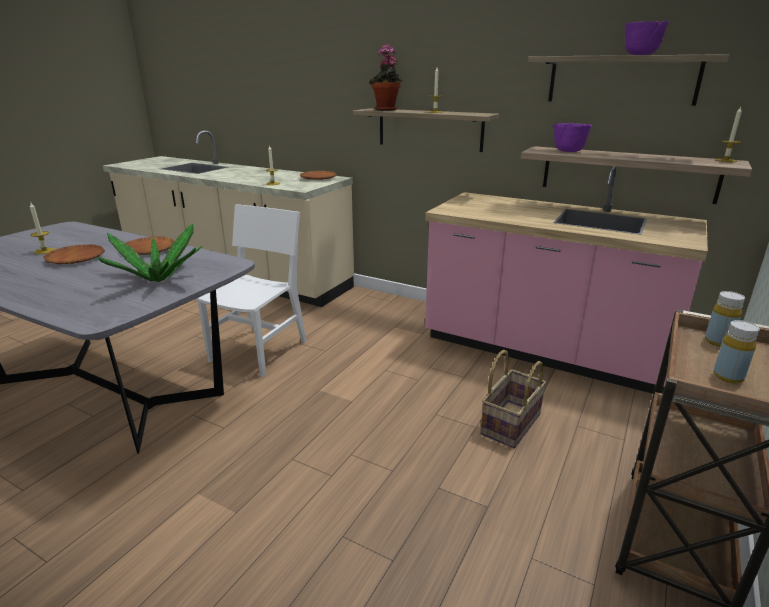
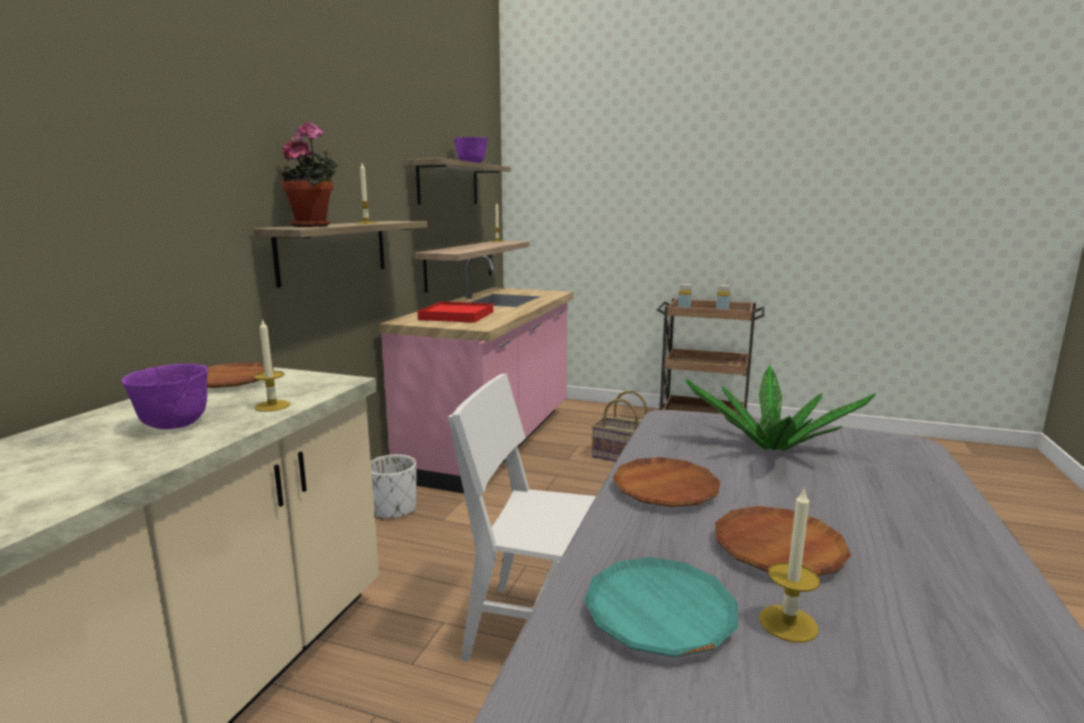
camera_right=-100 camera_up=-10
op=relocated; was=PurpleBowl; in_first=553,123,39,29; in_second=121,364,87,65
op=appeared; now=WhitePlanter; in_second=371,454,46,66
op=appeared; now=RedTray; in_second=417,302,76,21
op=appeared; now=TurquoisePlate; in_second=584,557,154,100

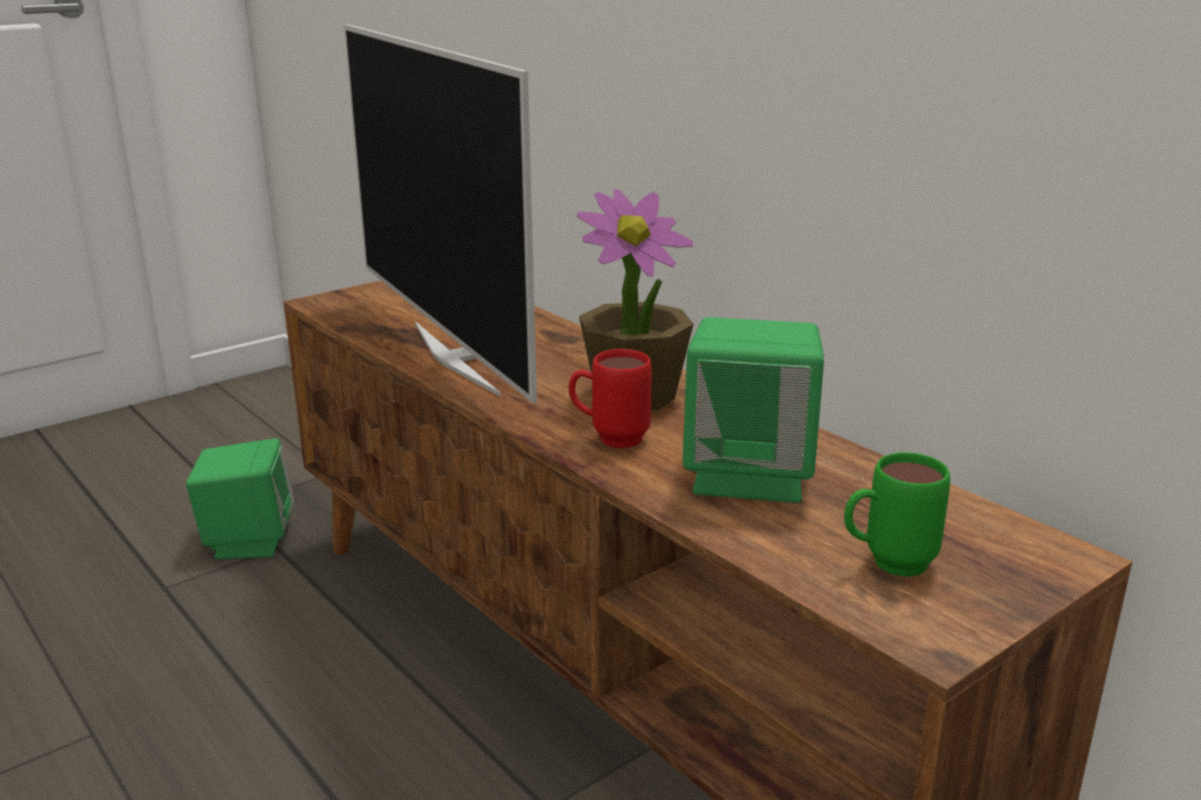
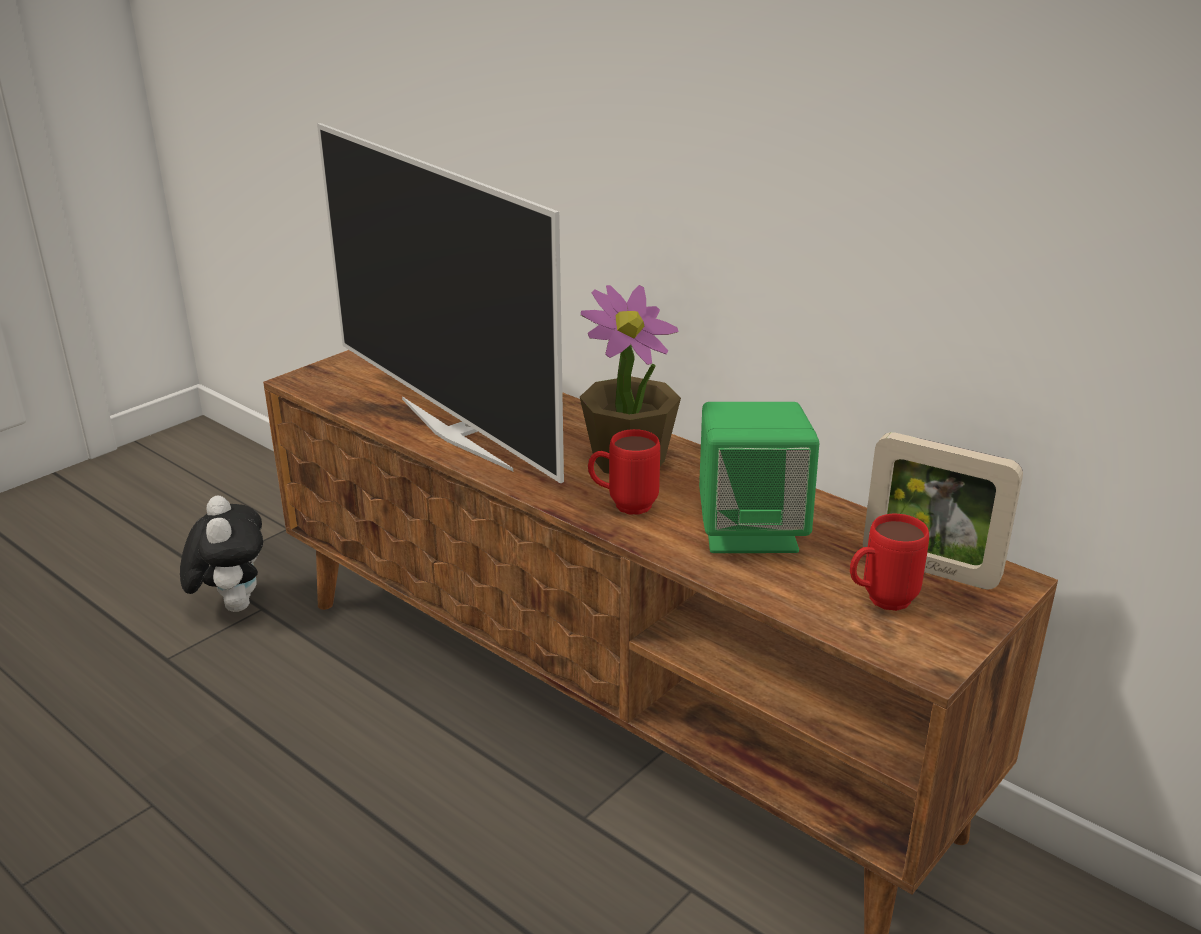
camera_right=-10 camera_up=5
op=exchanged; was=GreenSpeaker; now=PlushToy; in_first=186,439,108,120; in_second=180,496,83,116
op=colour; was=GreenMug; now=RedMug; in_first=844,452,106,125; in_second=850,514,79,97
op=appeared; now=PictureFrame; in_second=863,432,160,158

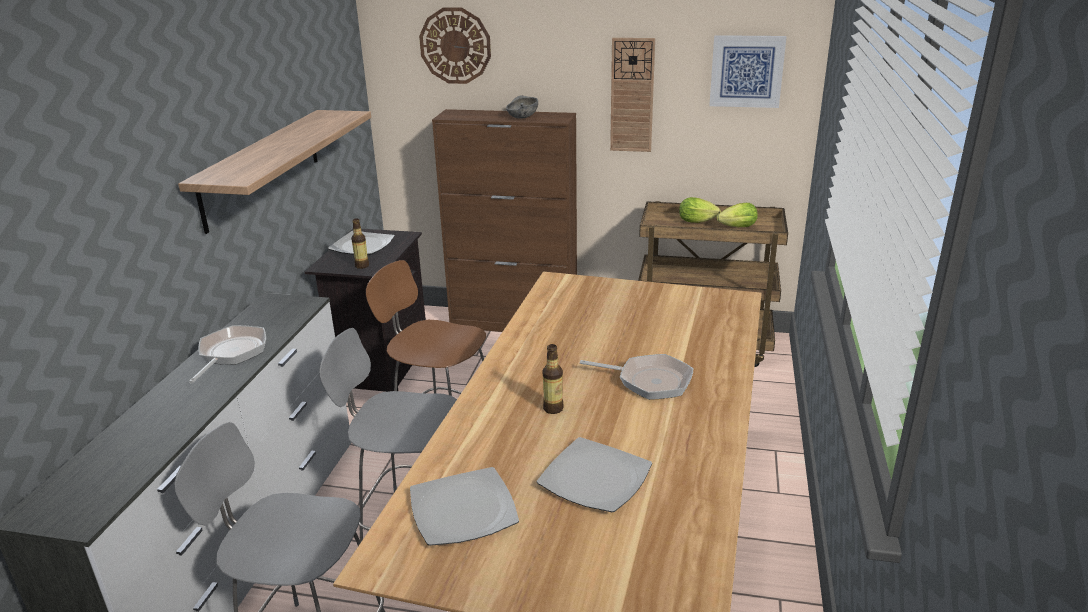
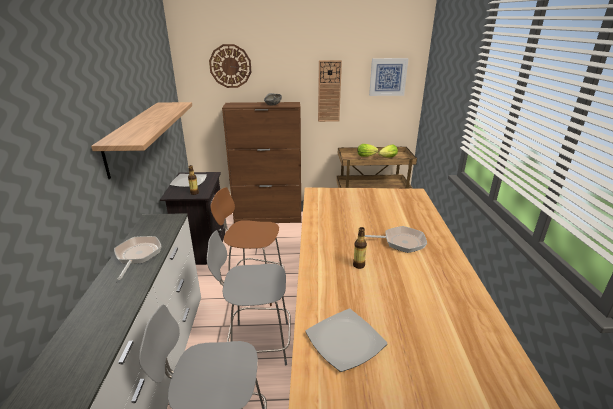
camera_right=-15 camera_up=0
op=missing; was=Plate; in_first=537,437,115,75

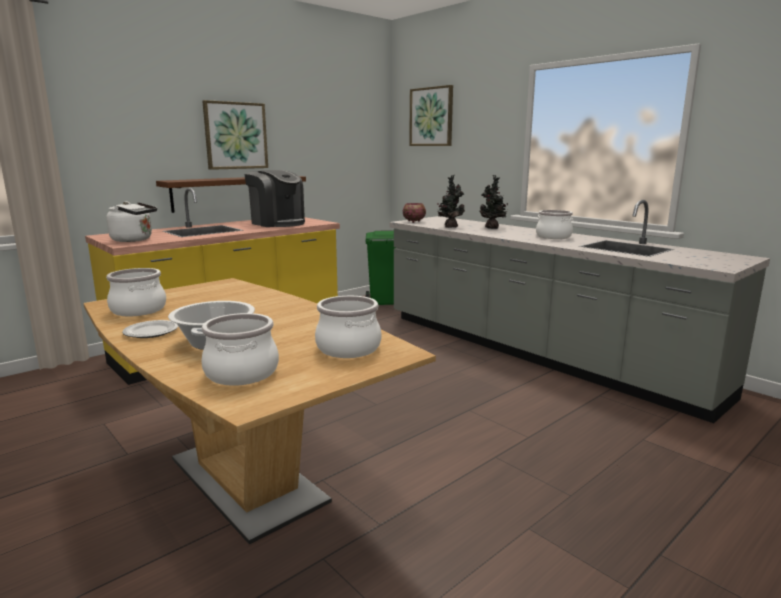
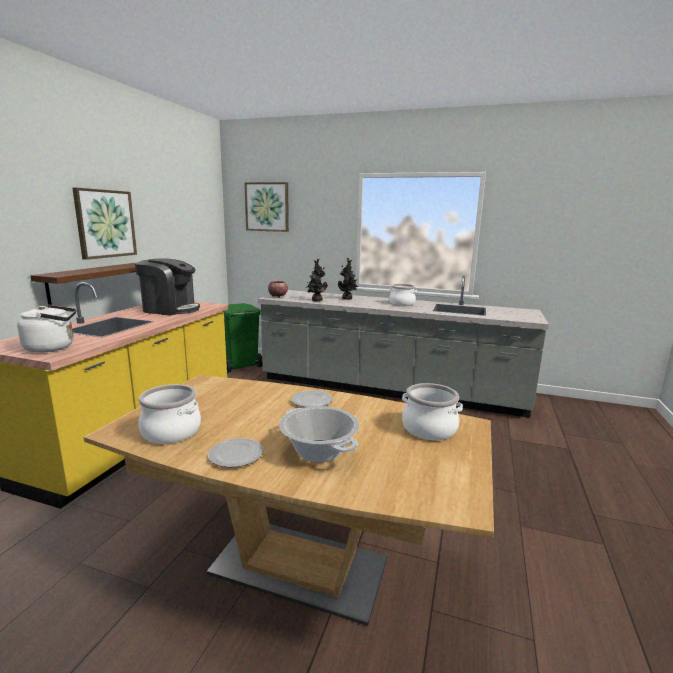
camera_right=-30 camera_up=0
op=appeared; now=Plate; in_second=291,390,42,17
op=missing; was=CookingPot; in_first=201,313,78,73

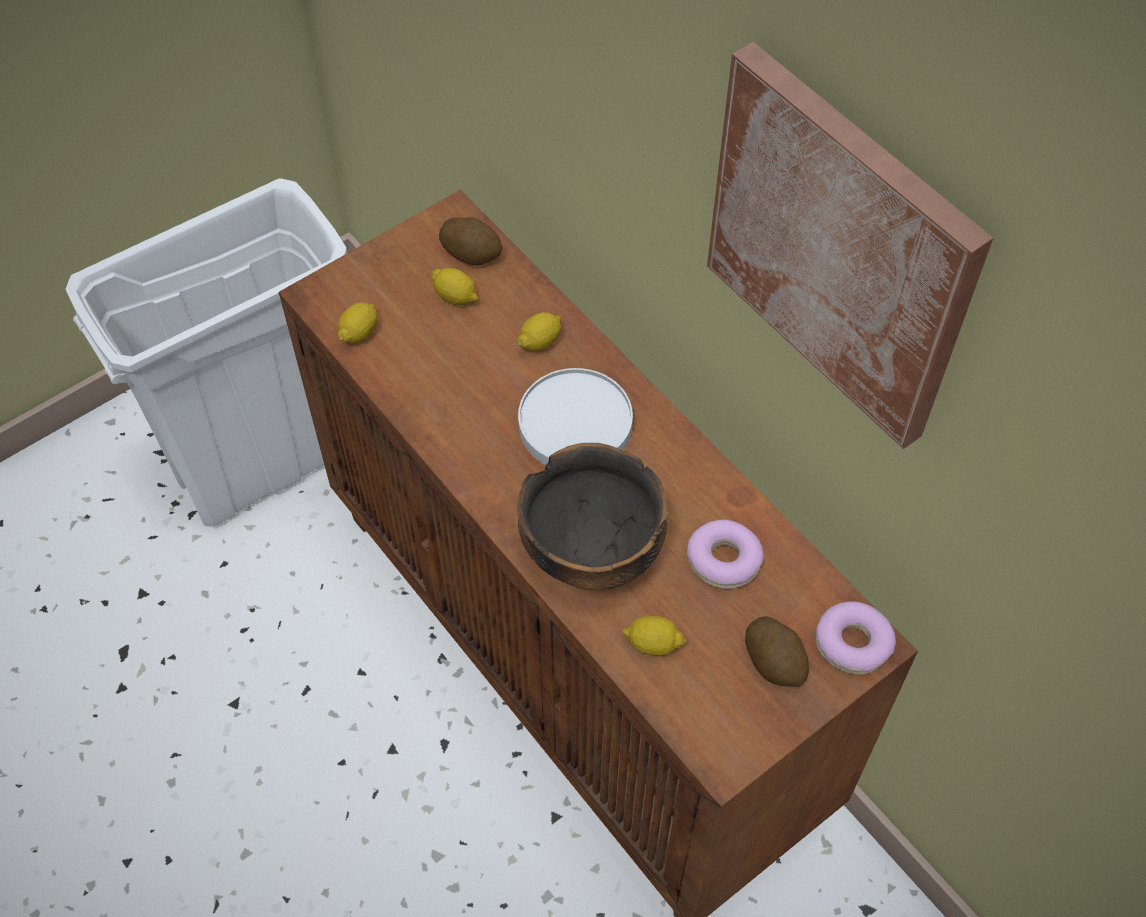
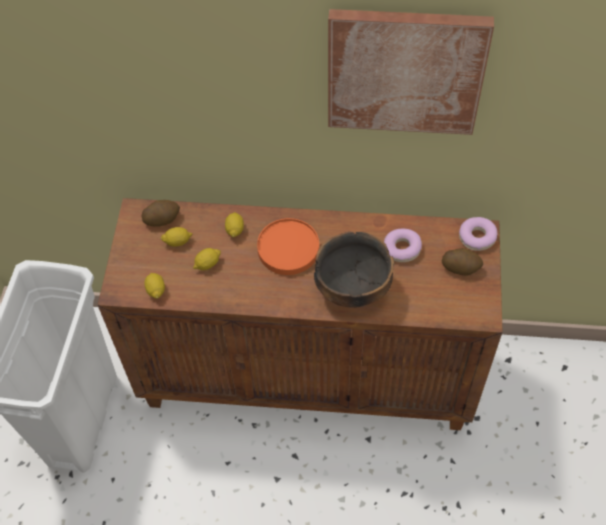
camera_right=-45 camera_up=0
op=relocated; was=Lemon; in_first=621,616,66,40; in_second=193,248,28,22
op=colour; was=WhitePlate; now=OrangePlate; in_first=518,368,115,97; in_second=257,218,62,57

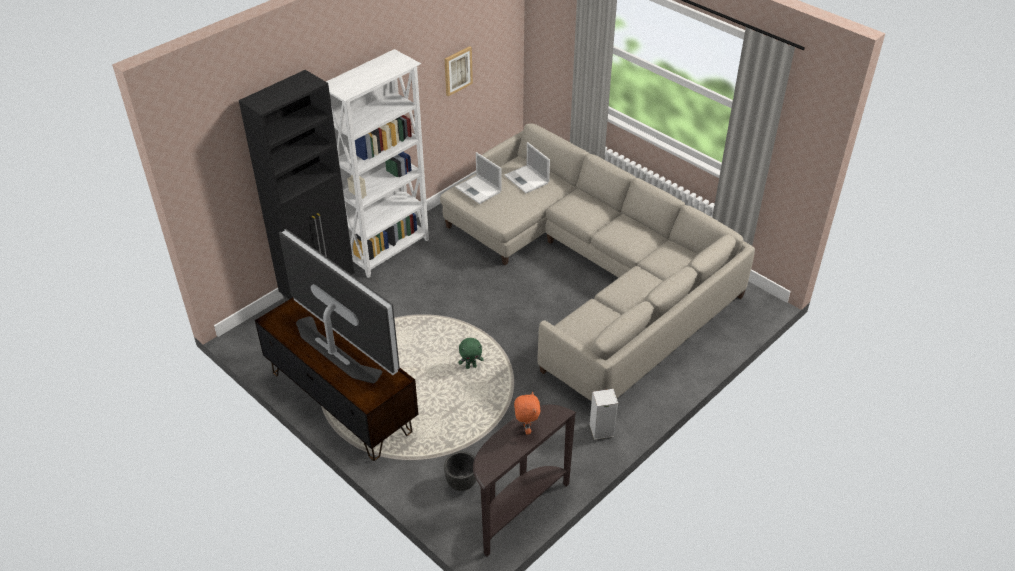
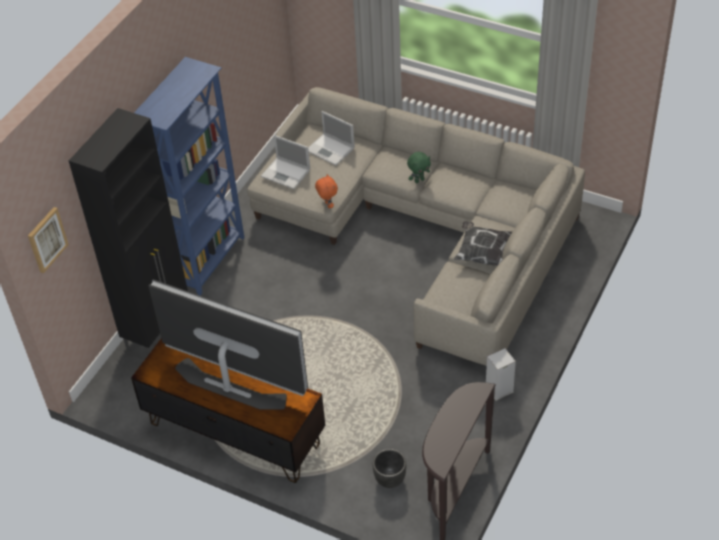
camera_right=-15 camera_up=5
op=relocated; was=Picture; in_first=445,46,28,50; in_second=28,207,41,66
op=colour; was=WhiteBookcase; now=BlueBookcase; in_first=326,49,103,229; in_second=134,57,111,239
op=relocated; was=OrangePlushToy; in_first=514,391,27,43; in_second=315,174,23,34
op=relocated; was=GreenPlushToy; in_first=458,338,26,31; in_second=407,152,24,31
op=appeared; now=Pillow; in_second=454,221,58,45

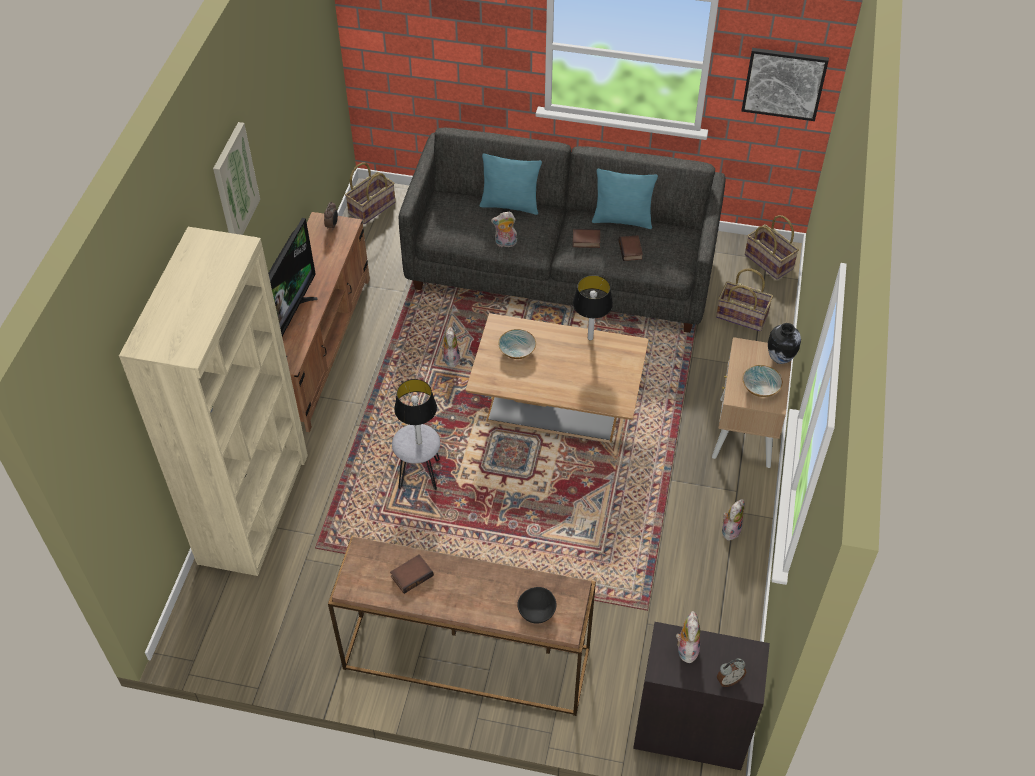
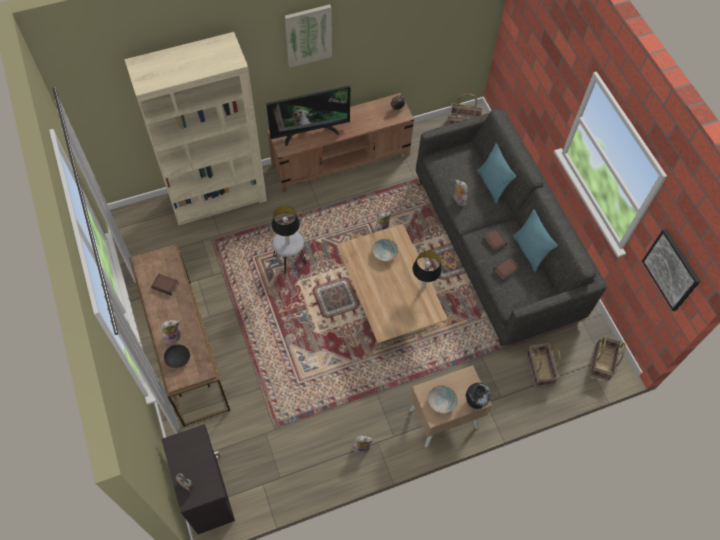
camera_right=55 camera_up=10
op=relocated; was=PlushToy; in_first=676,611,24,52; in_second=160,320,21,24

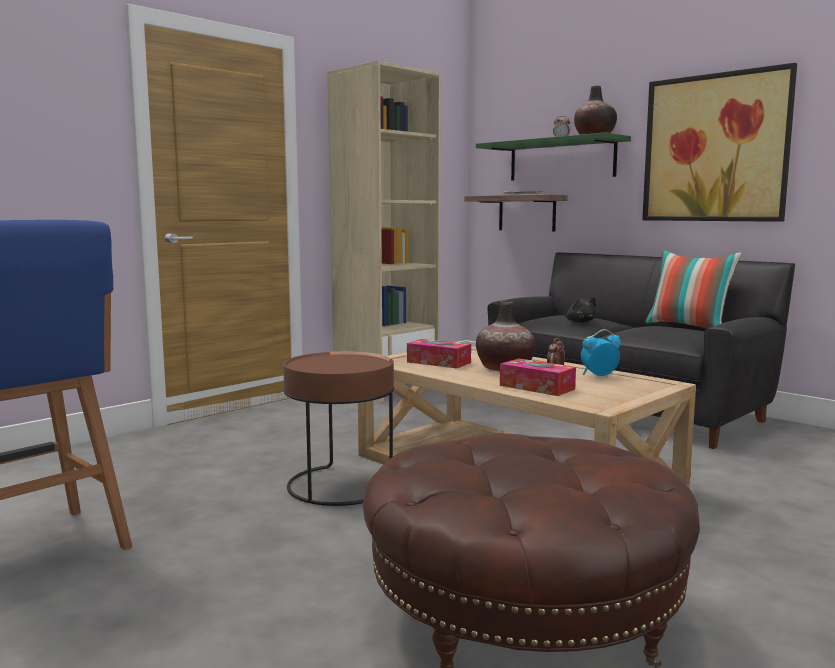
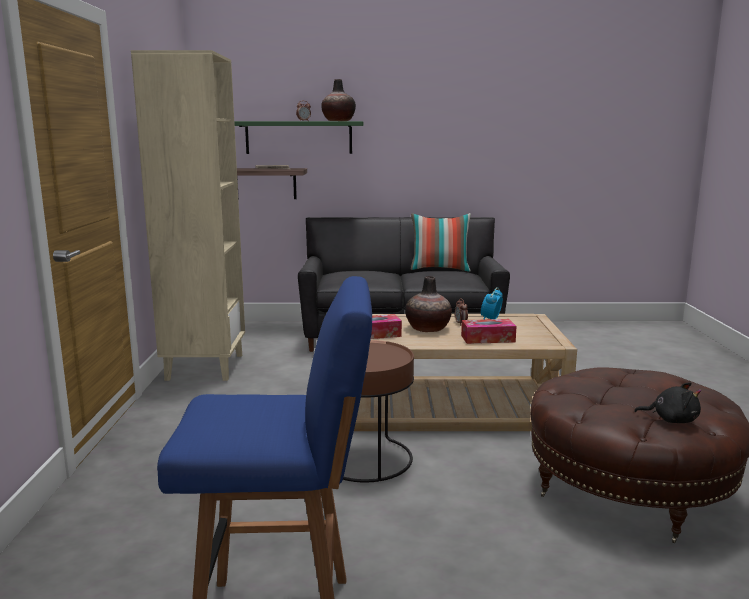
camera_right=-45 camera_up=5
op=relocated; was=BlackPlushToy; in_first=565,297,32,26; in_second=634,382,67,41
op=missing; was=Picture; in_first=642,63,155,159

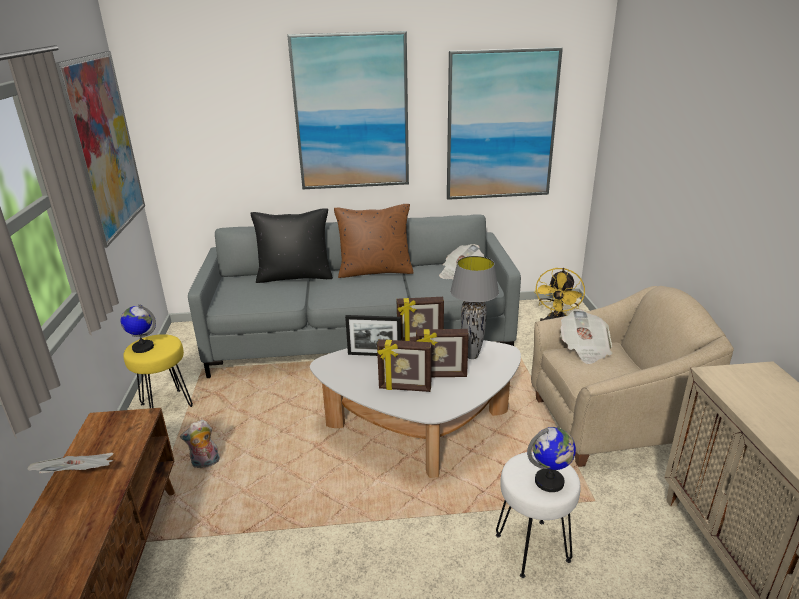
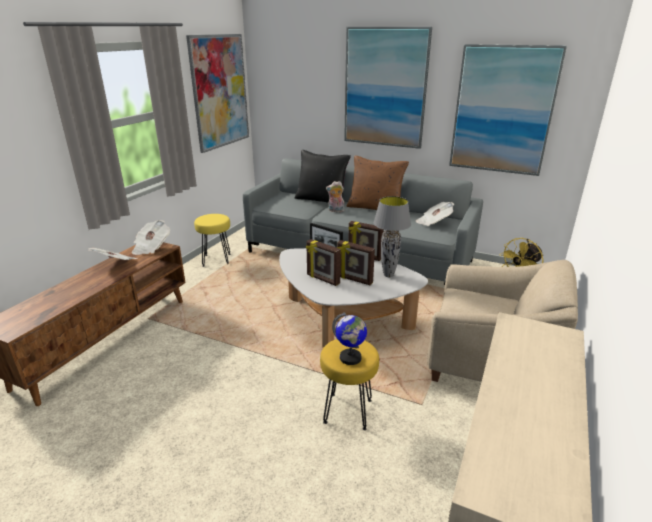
camera_right=30 camera_up=0
op=relocated; was=Newspaper; in_first=560,309,52,55; in_second=132,220,38,35
op=colour; was=WhiteStool; now=YellowStool; in_first=496,452,85,126; in_second=320,339,59,91
op=relocated; was=PlushToy; in_first=180,420,40,48; in_second=326,181,18,31
op=missing; was=Globe; in_first=121,304,35,49

